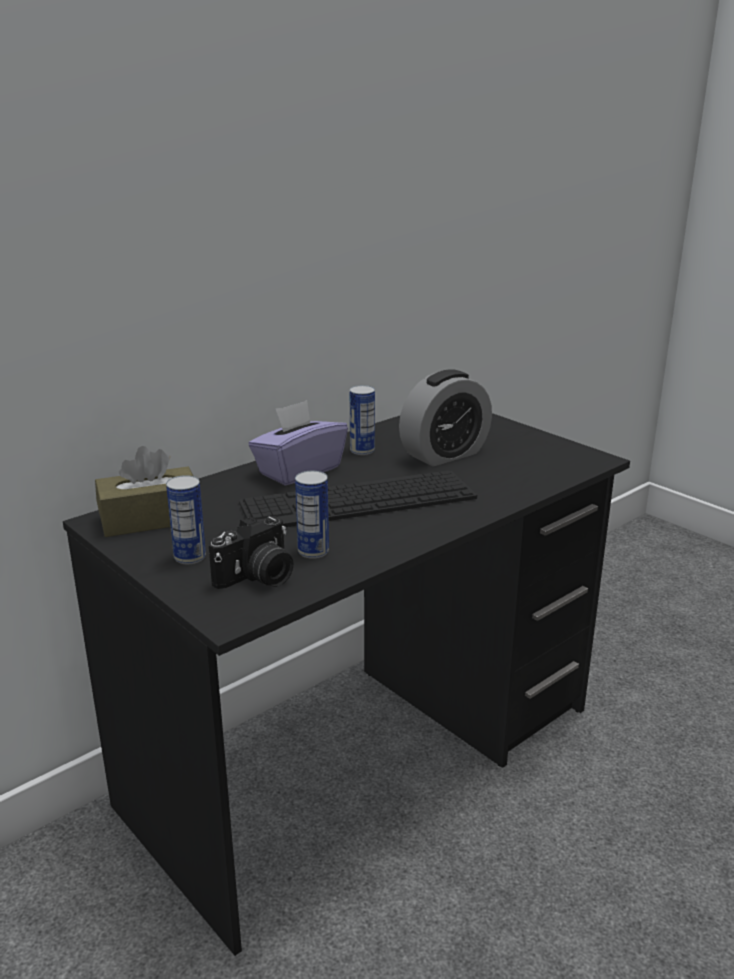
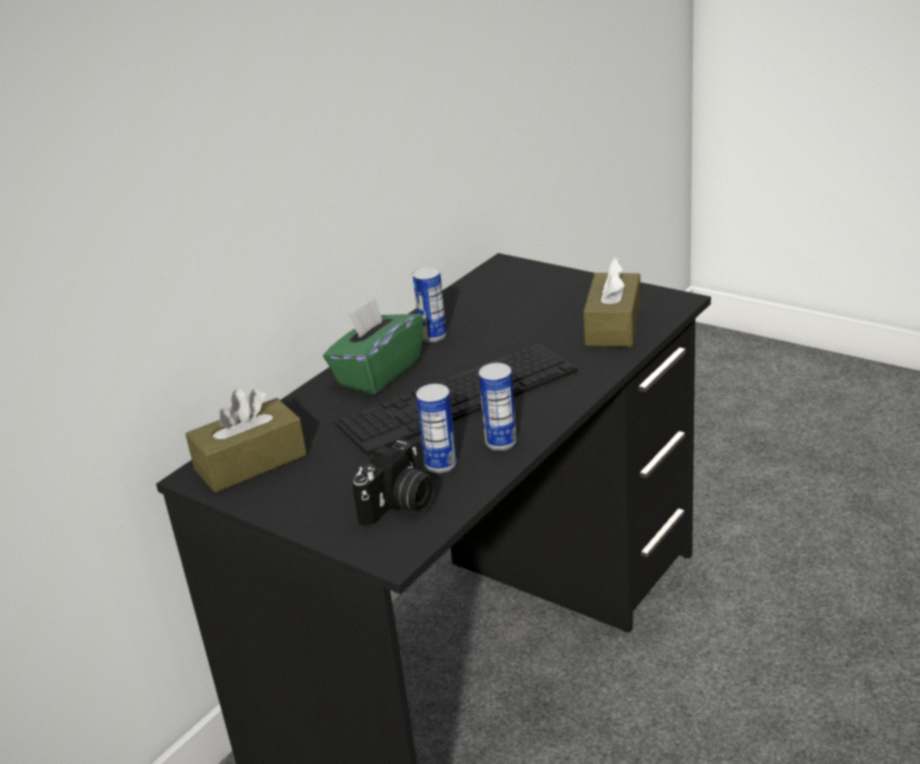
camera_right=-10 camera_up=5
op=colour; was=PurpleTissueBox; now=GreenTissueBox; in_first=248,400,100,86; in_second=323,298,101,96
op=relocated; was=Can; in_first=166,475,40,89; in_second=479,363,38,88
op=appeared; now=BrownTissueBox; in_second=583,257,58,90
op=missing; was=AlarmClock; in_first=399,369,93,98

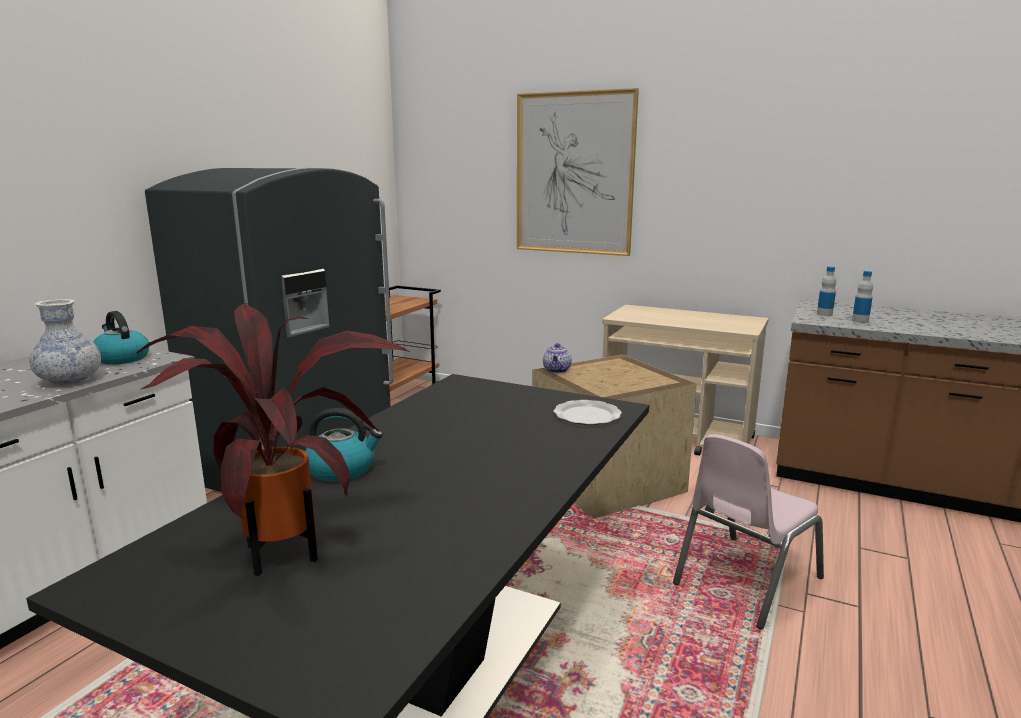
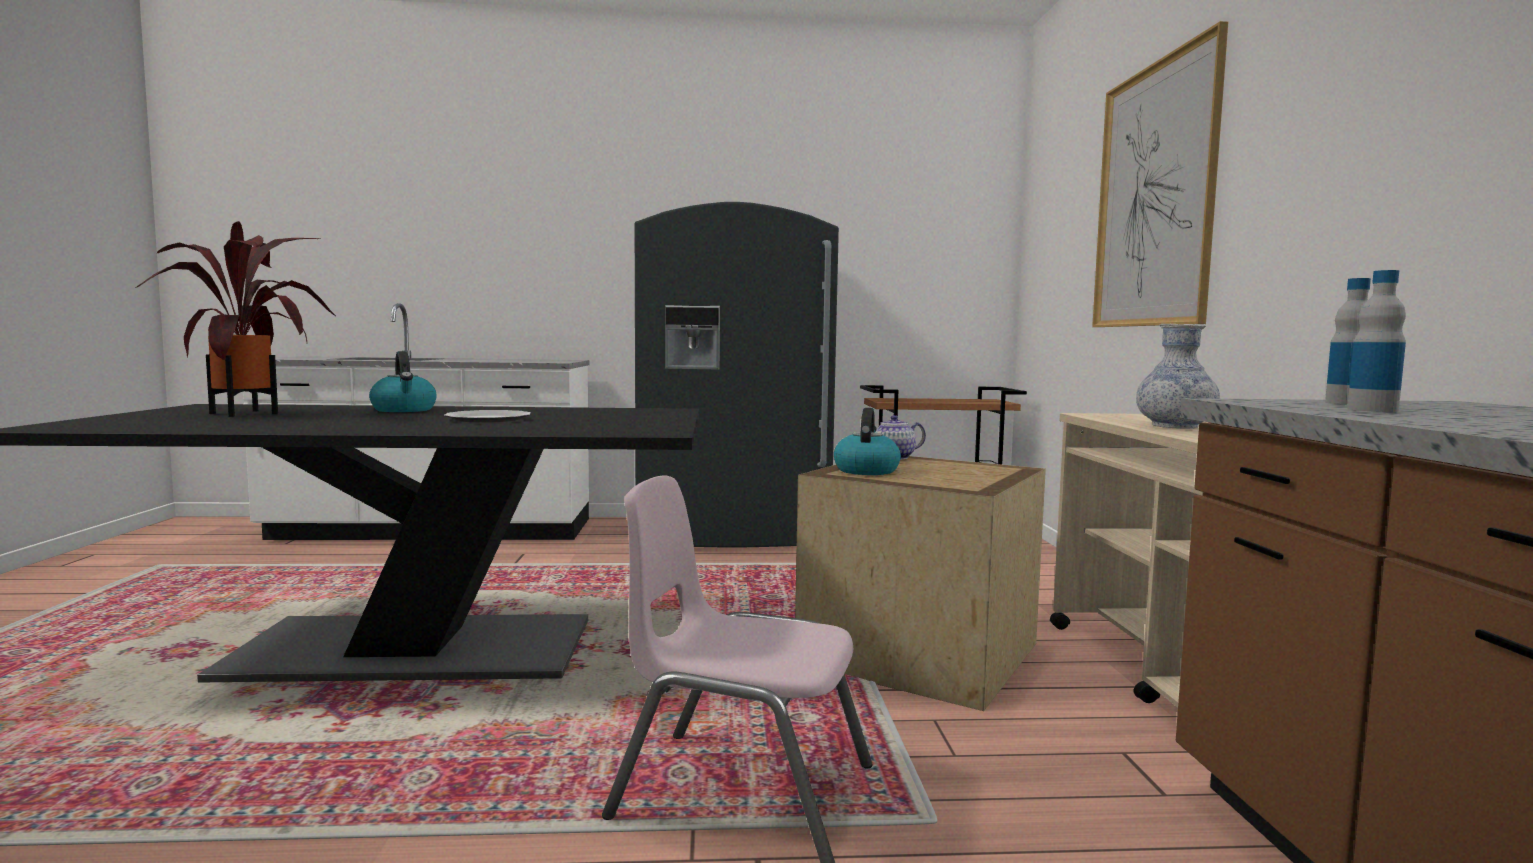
camera_right=60 camera_up=-10
op=relocated; was=Plate; in_first=553,400,69,25; in_second=444,410,87,13
op=relocated; was=Kettle; in_first=93,311,56,54; in_second=834,408,67,67
op=relocated; was=Vase; in_first=29,299,72,87; in_second=1136,324,84,105

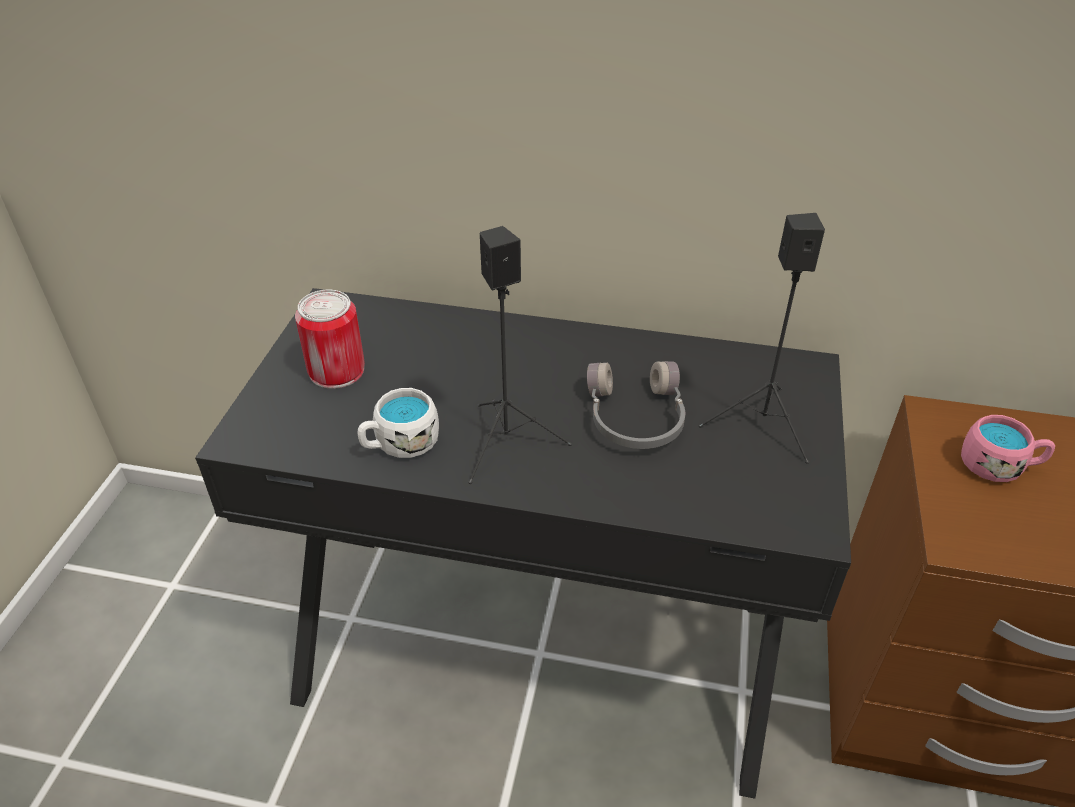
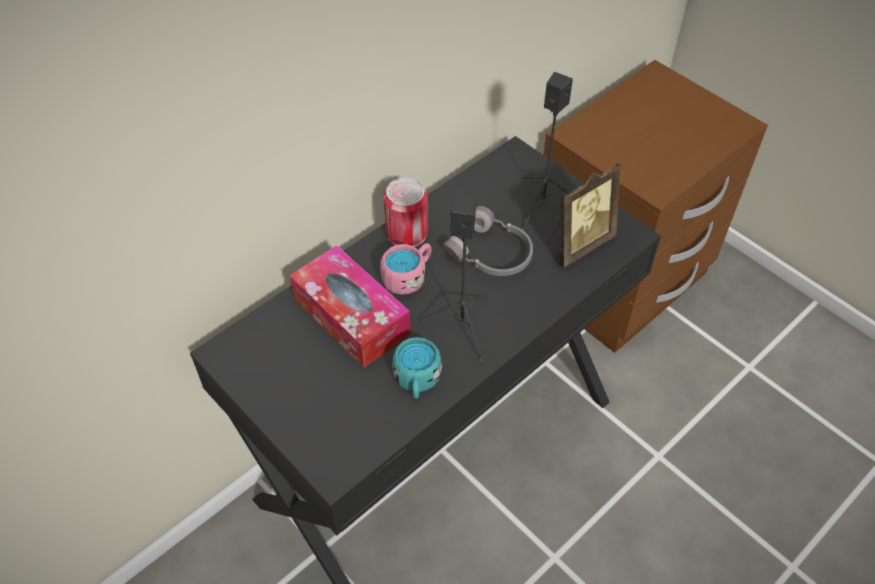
camera_right=-55 camera_up=10
op=appeared; now=TissueBox; in_second=289,245,122,123
op=relocated; was=PinkMug; in_first=961,415,94,67; in_second=380,243,52,51
op=relocated; was=Can; in_first=295,290,70,99; in_second=383,177,45,70
op=colour; was=WhiteMug; now=TurquoiseMug; in_first=357,388,82,70; in_second=392,337,50,62
op=appeared; now=PictureFrame; in_second=546,163,75,105

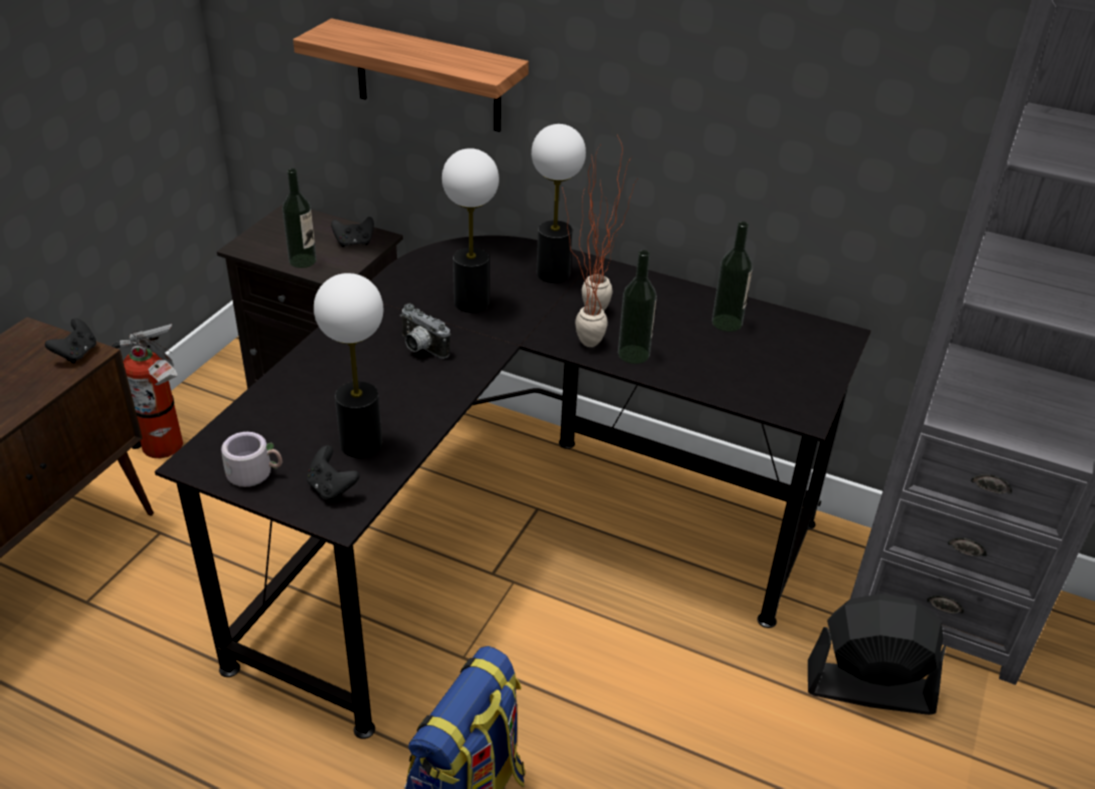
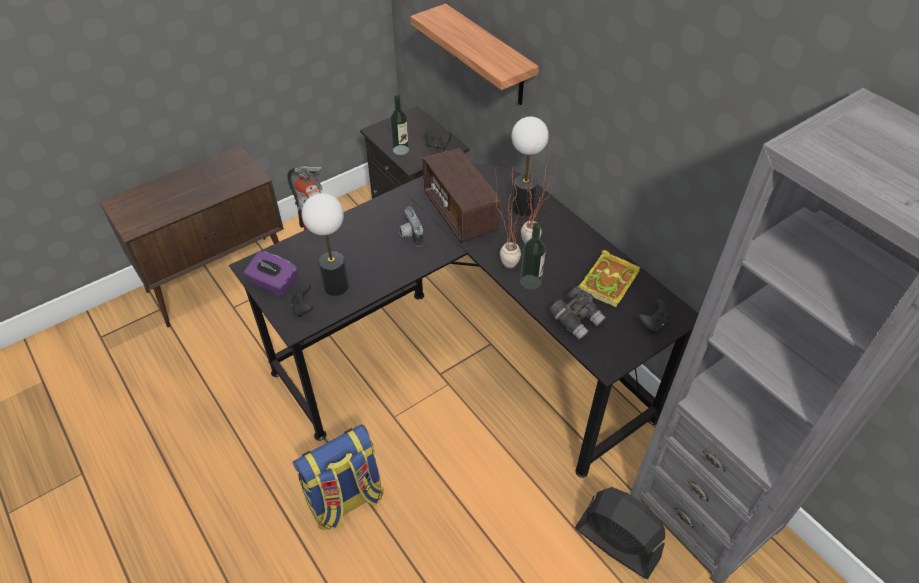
camera_right=30 camera_up=10
op=exchanged; was=GreyMug; now=PurpleTissueBox; in_first=221,432,61,55; in_second=244,251,53,45
op=exchanged; was=TableLamp; now=Radio; in_first=442,148,57,165; in_second=423,148,77,95
op=appeared; now=GreyBinoculars; in_second=549,287,57,53
op=exchanged; was=Bottle; now=Book; in_first=712,221,41,111; in_second=577,250,64,57
op=relocated; was=BlackGameController; in_first=45,318,51,45; in_second=638,299,32,34

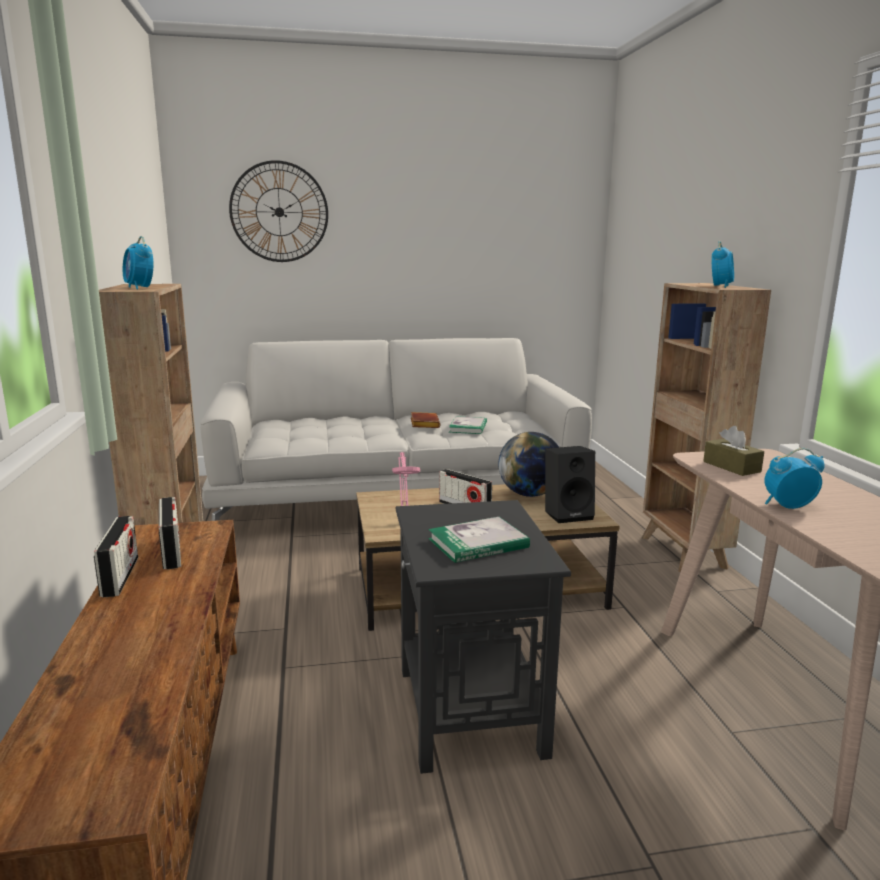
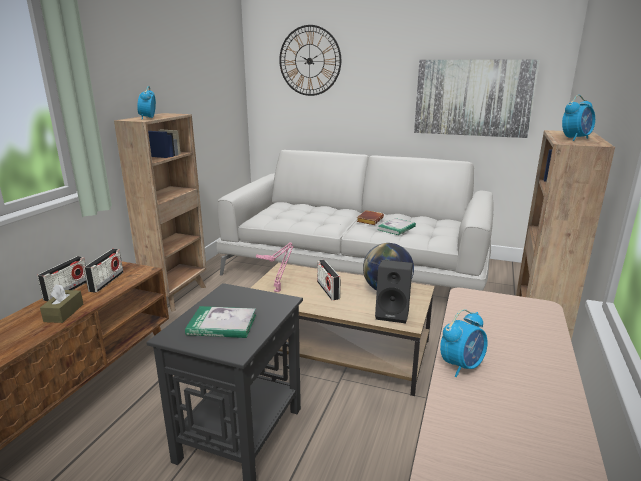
camera_right=30 camera_up=5
op=relocated; was=BrownTissueBox; in_first=703,426,61,50; in_second=40,284,43,39
op=appeared; now=Picture; in_second=414,59,126,79
op=spun; was=AlarmClock; in_first=764,448,61,61; in_second=440,309,48,68; clockwise=120

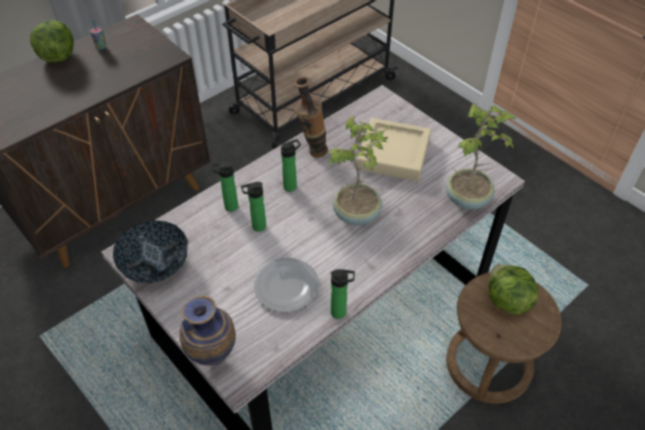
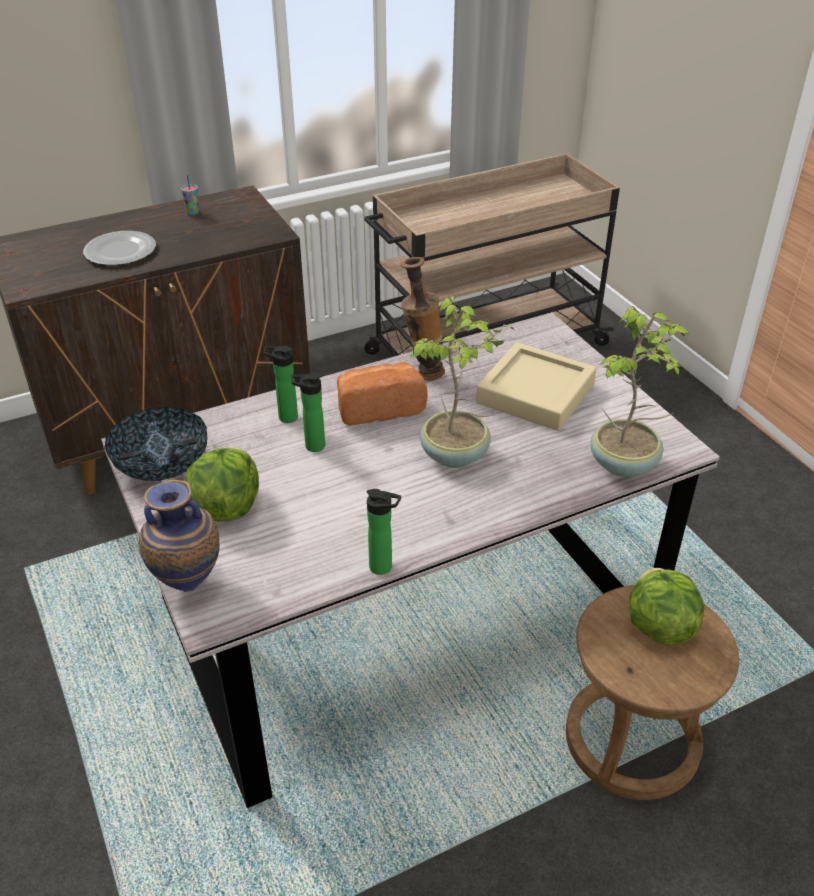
camera_right=15 camera_up=-10
op=relocated; was=Plate; in_first=254,258,65,54; in_second=83,231,73,34
op=relocated; was=Lettuce; in_first=30,20,44,43; in_second=186,448,73,73
op=exchanged; was=Bottle; now=Bread; in_first=281,139,20,53; in_second=337,362,91,63

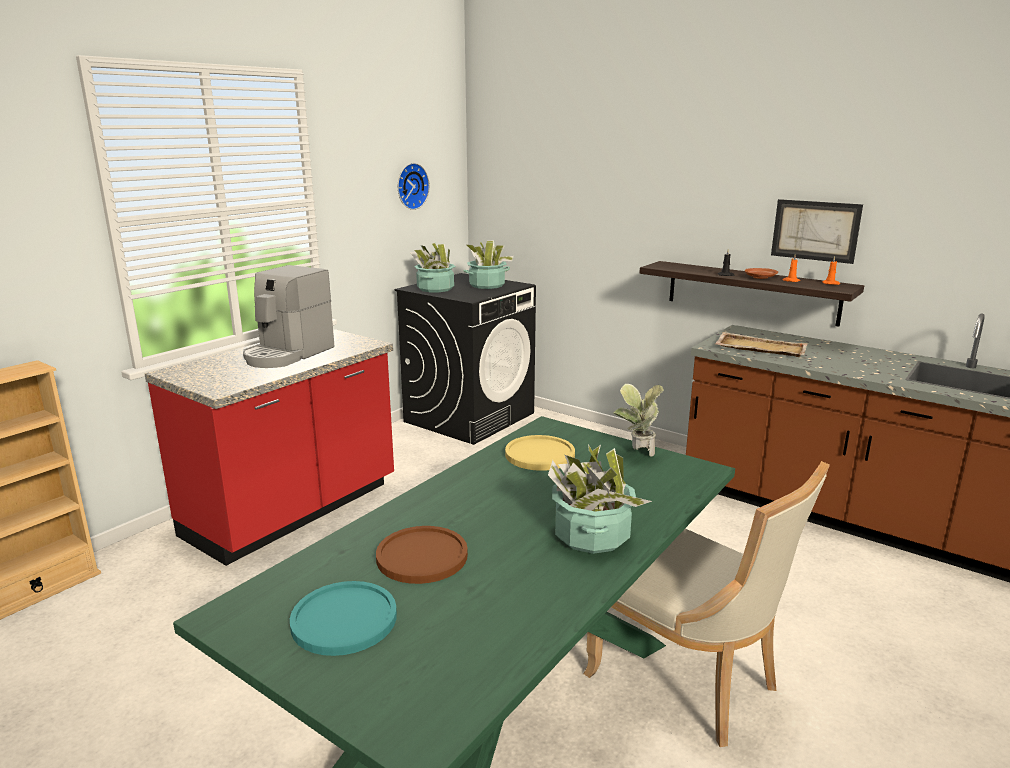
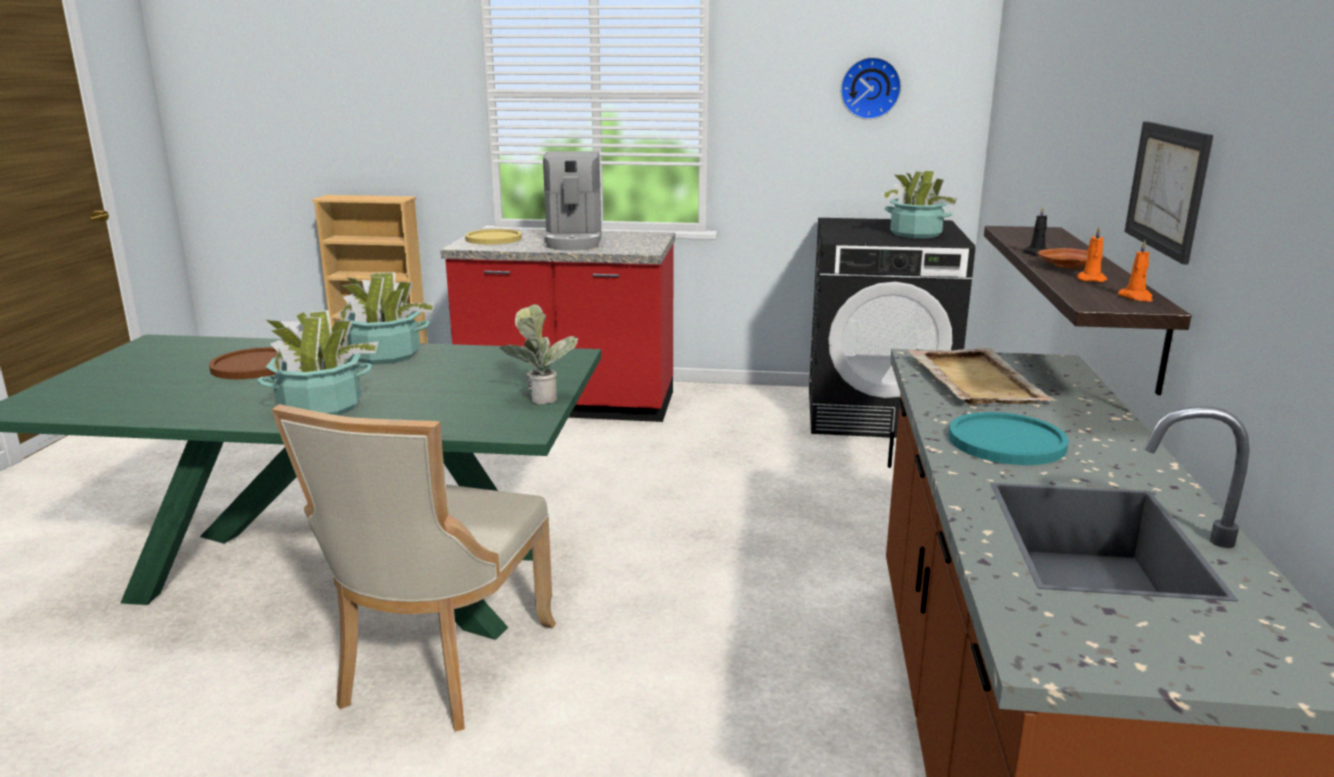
camera_right=60 camera_up=0
op=relocated; was=PottedPlant; in_first=410,243,46,49; in_second=337,272,98,93
op=relocated; was=YellowPlate; in_first=505,435,70,36; in_second=465,229,57,15
op=spun; was=CoffeeMachine; in_first=243,265,92,103; in_second=543,151,58,99; clockwise=-90
op=relocated; was=TurquoisePlate; in_first=290,581,107,75; in_second=948,412,121,53

